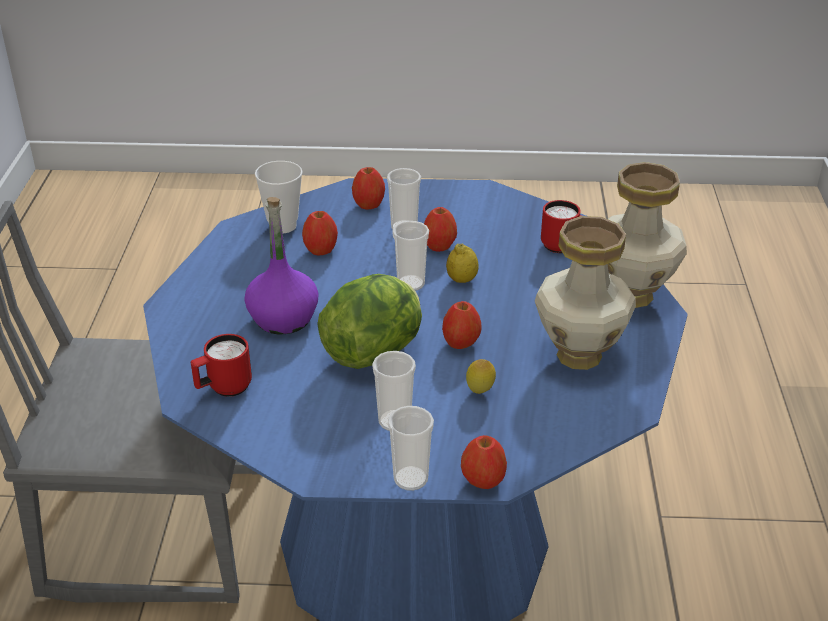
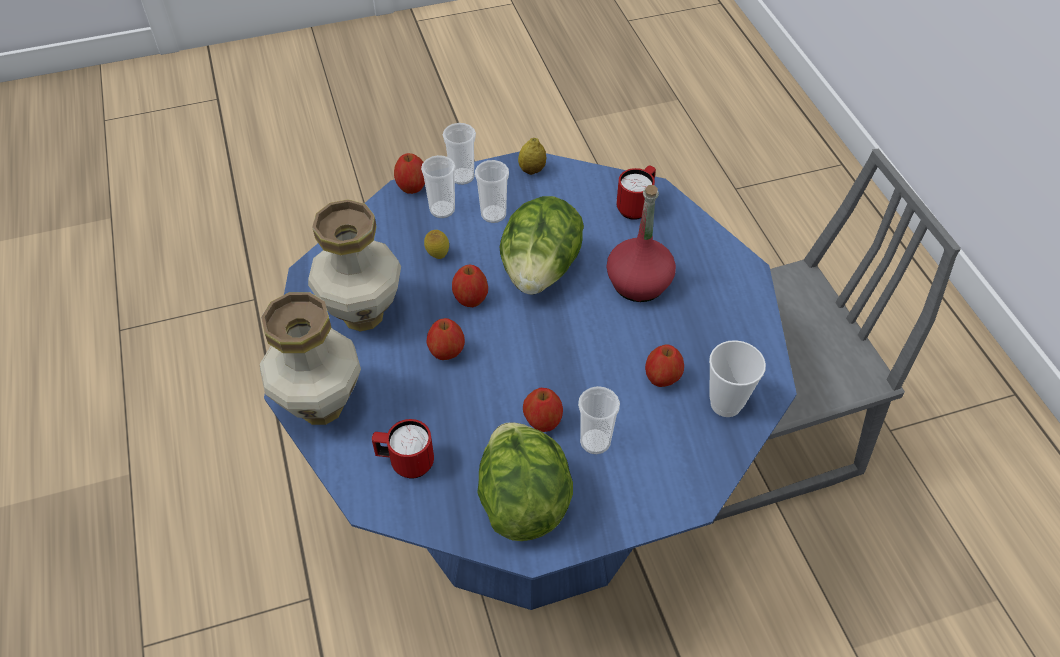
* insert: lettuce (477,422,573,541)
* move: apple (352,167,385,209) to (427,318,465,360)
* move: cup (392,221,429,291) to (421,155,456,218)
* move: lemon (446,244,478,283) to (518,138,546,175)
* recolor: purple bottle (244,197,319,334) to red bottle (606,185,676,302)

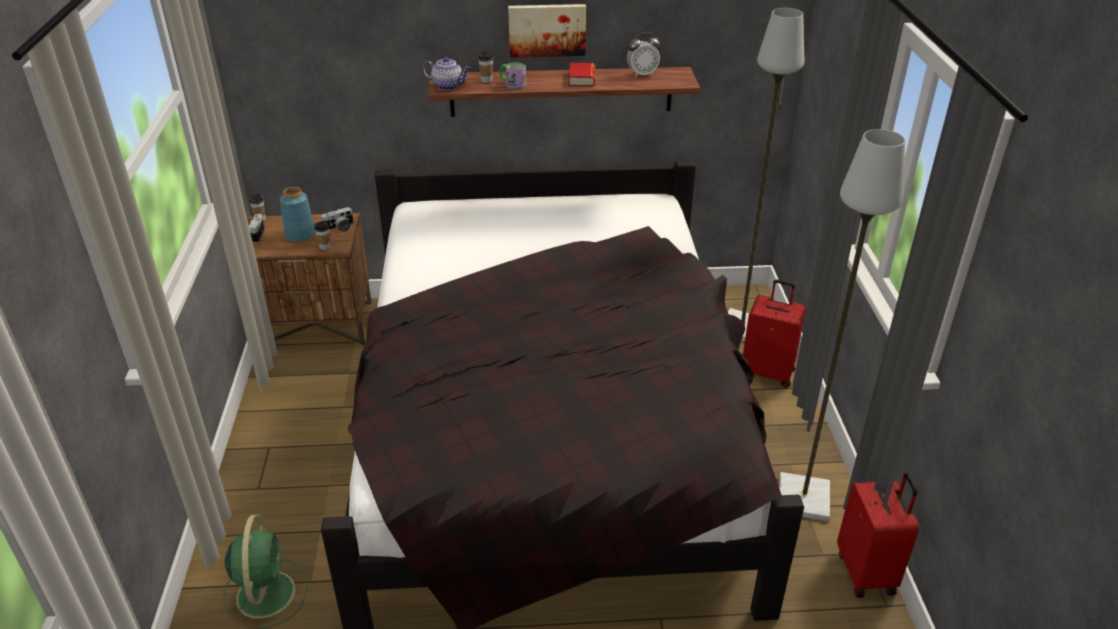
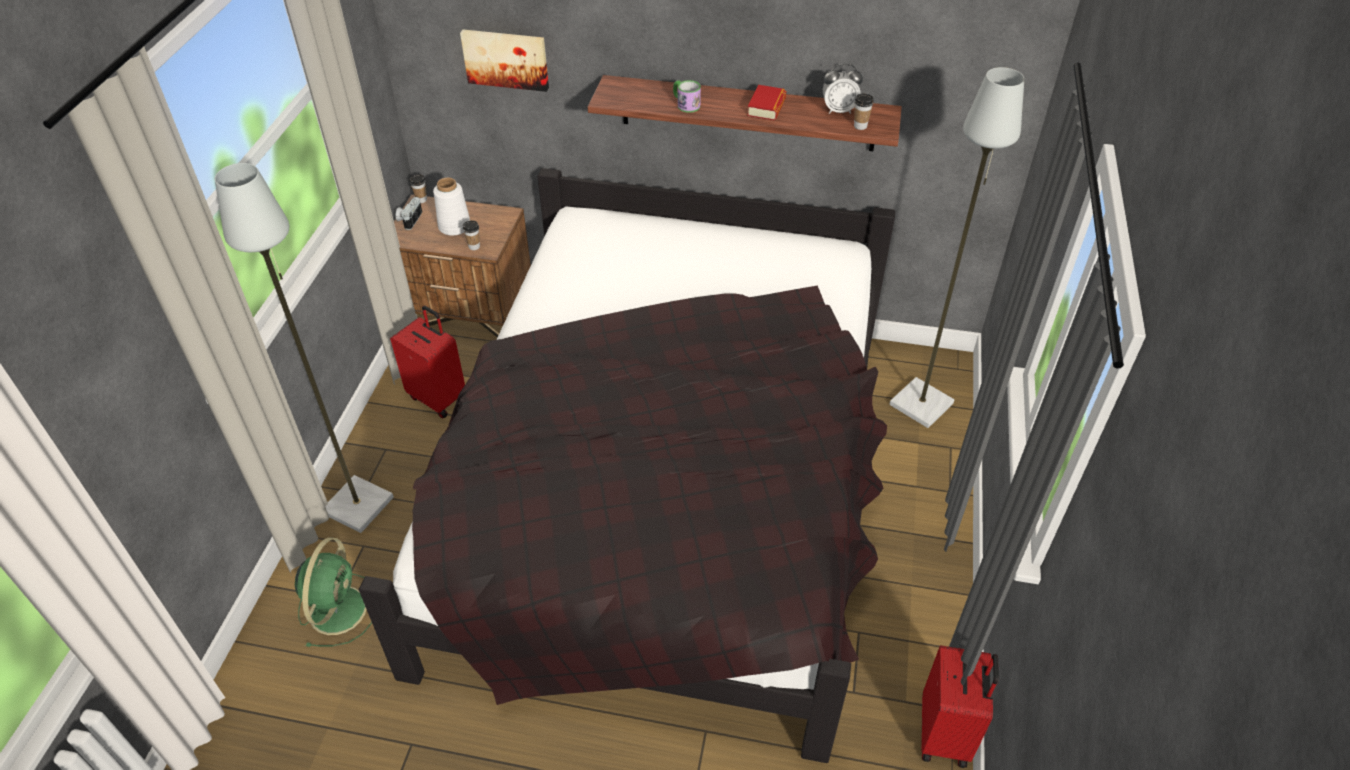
* delete: photo camera (321,207,354,232)
* delete: teapot (422,57,471,90)
* move: cup (478,52,494,83) to (854,94,874,130)
* move: picture (508,4,586,58) to (460,29,549,92)
* move: red suitcase (743,279,806,388) to (390,306,465,419)
* move: grey floor lamp (779,129,905,521) to (215,163,394,533)
* recolor: blue vase (280,187,315,242) to white vase (433,178,470,236)

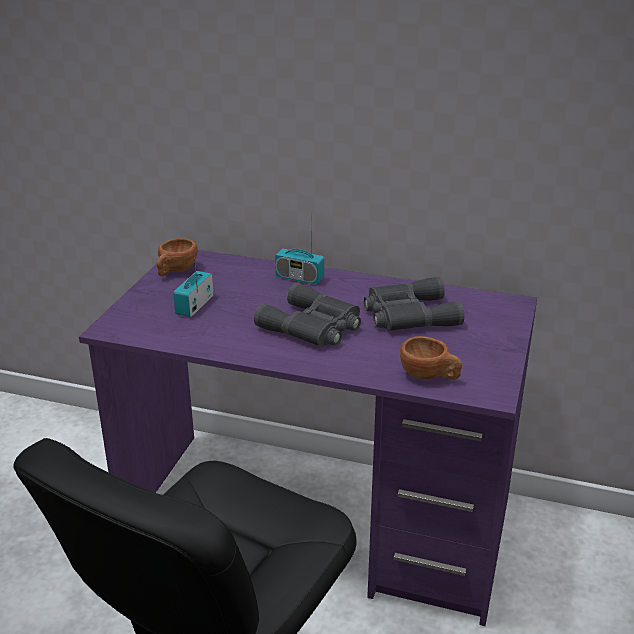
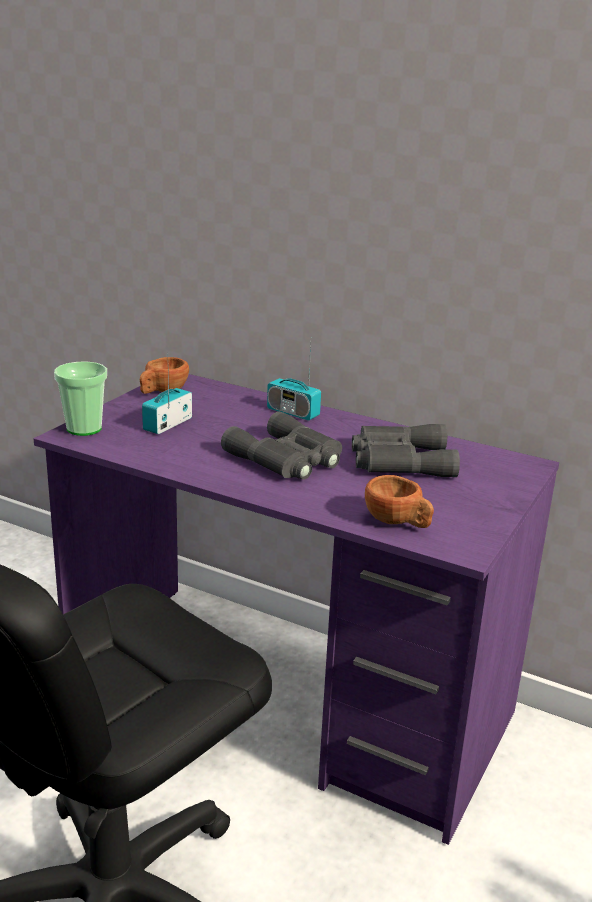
* insert: cup (54,362,107,436)

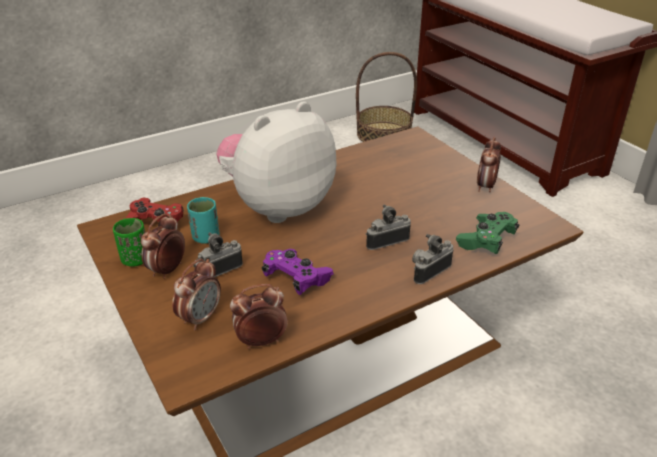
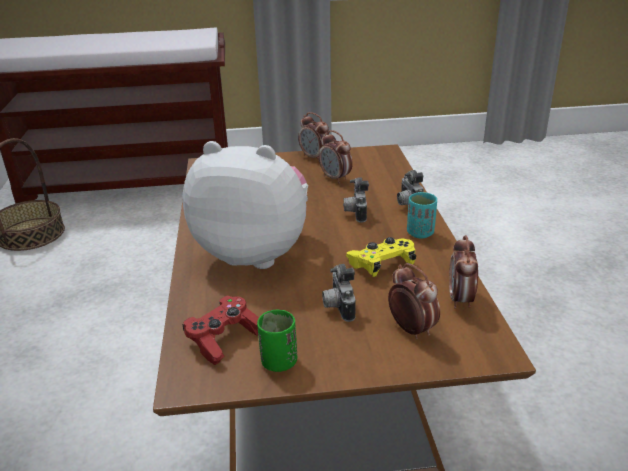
* delete: green game controller (456,212,519,254)
* move: alarm clock (140,214,185,279) to (319,130,353,184)
* move: turquoise cup (187,197,219,244) to (407,192,437,239)
* recolor: purple game controller (262,249,334,295) to yellow game controller (346,237,416,277)
* rotate: plush toy (216,101,336,223) = (183,141,308,269) 120 degrees clockwise

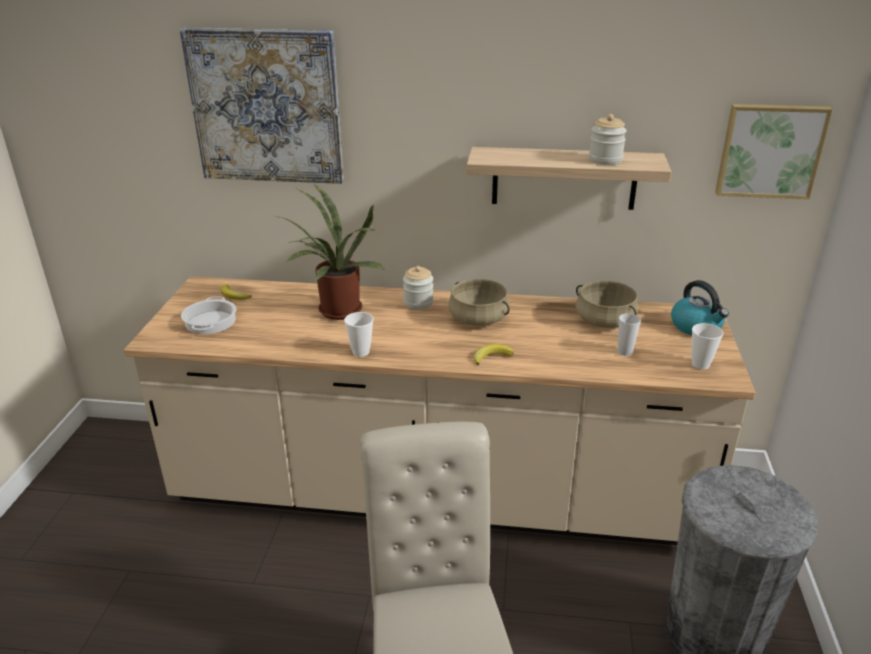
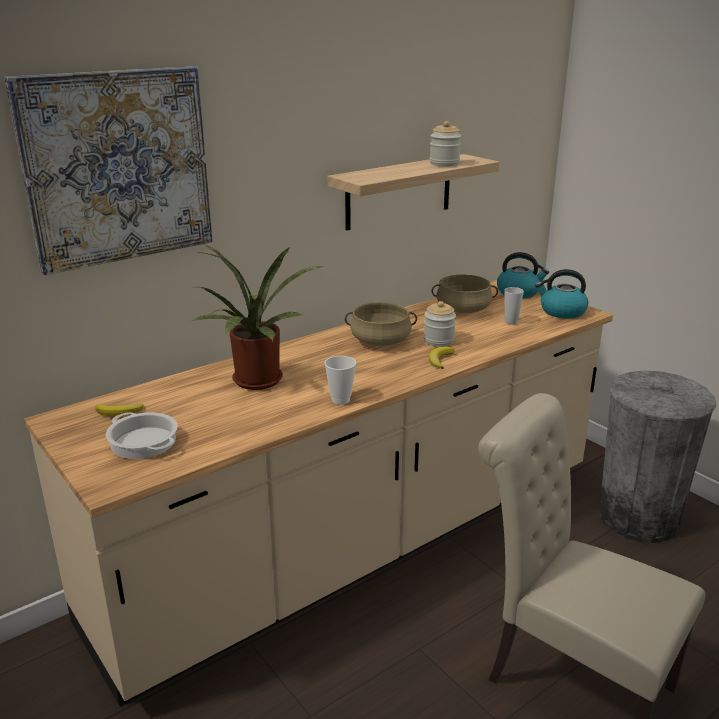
* delete: picture (715,104,833,199)
* move: jar (403,266,434,309) to (424,301,456,347)
* replace: cup (691,323,723,369) to kettle (535,269,589,319)

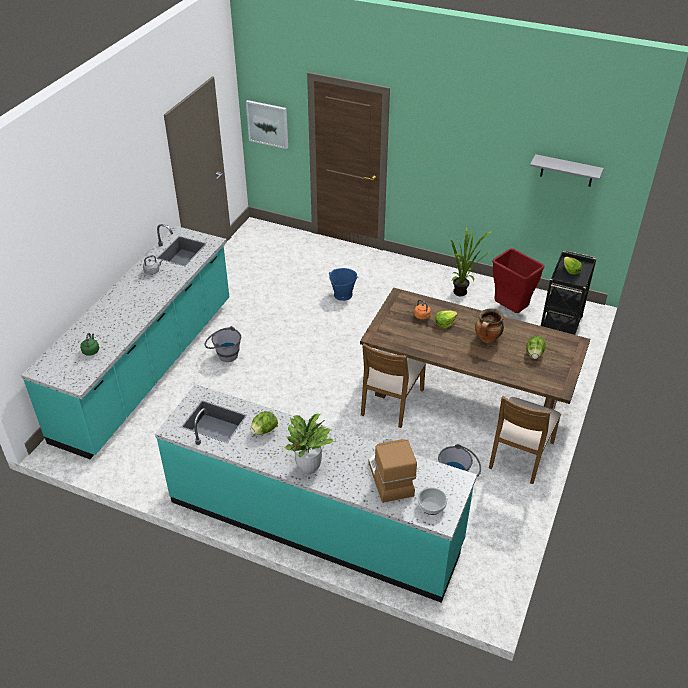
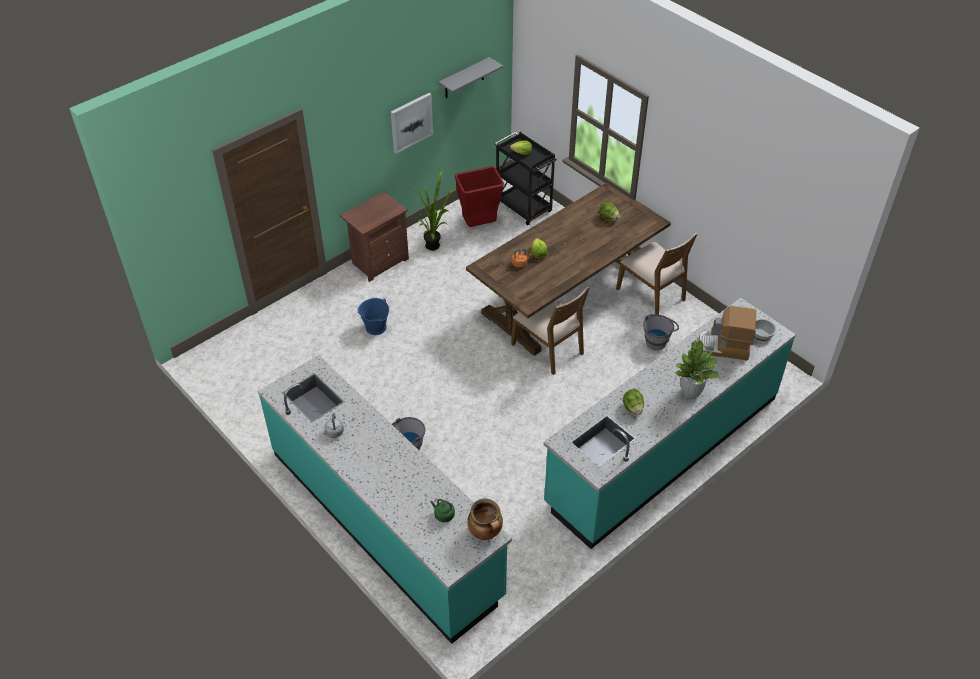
* insert: brown nightstand (340,192,409,282)
* move: picture (246,100,288,149) to (391,93,433,154)
* move: cooking pot (475,308,504,343) to (467,499,503,540)

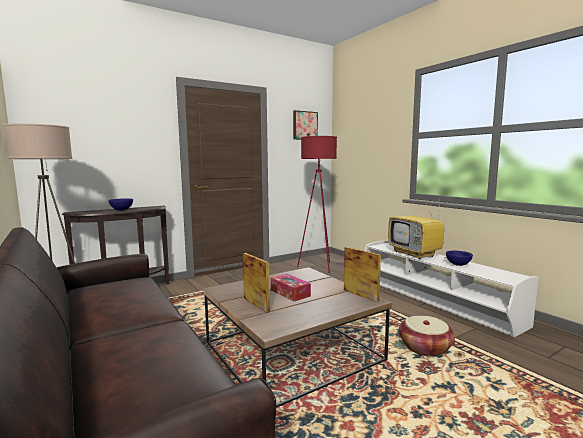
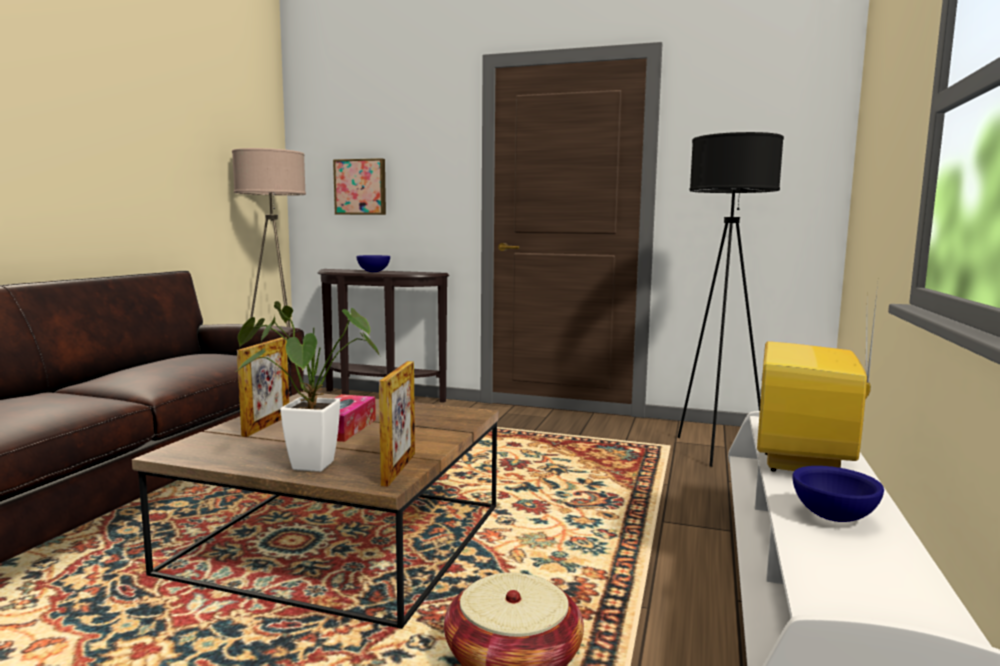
* insert: potted plant (237,301,381,472)
* move: picture (293,110,318,140) to (333,158,386,215)
* recolor: red floor lamp (297,136,337,273) to black floor lamp (677,132,784,467)

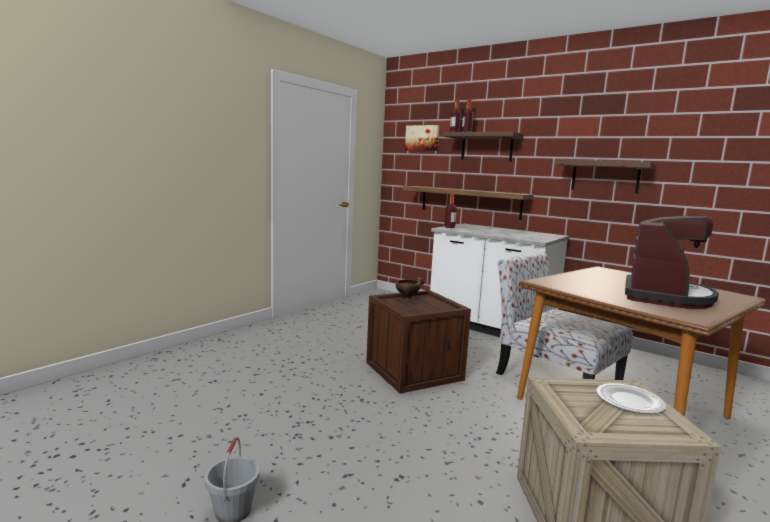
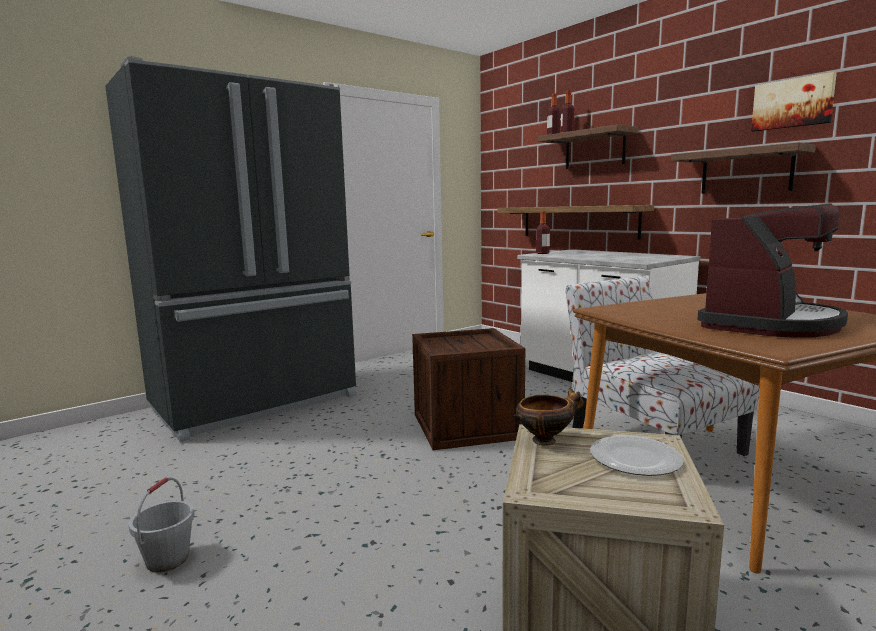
* insert: black fridge (105,56,356,442)
* move: bowl (396,276,424,300) to (514,388,584,446)
* move: picture (405,125,439,151) to (751,72,837,132)

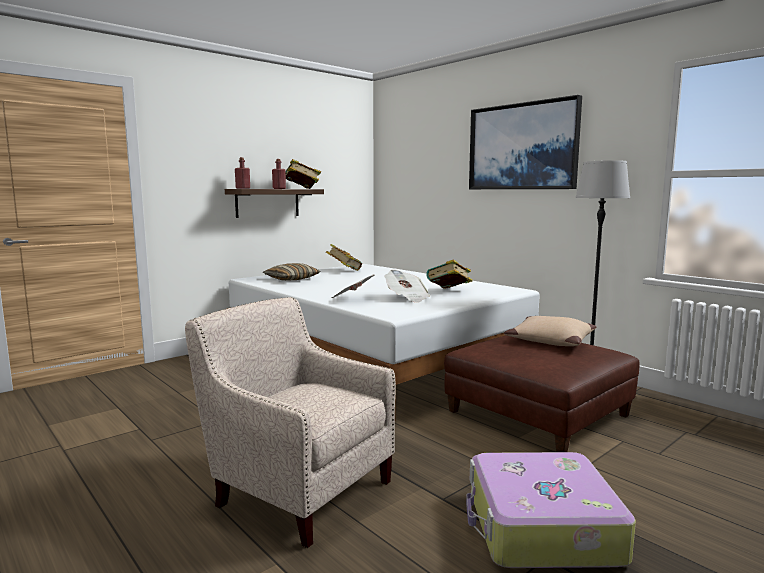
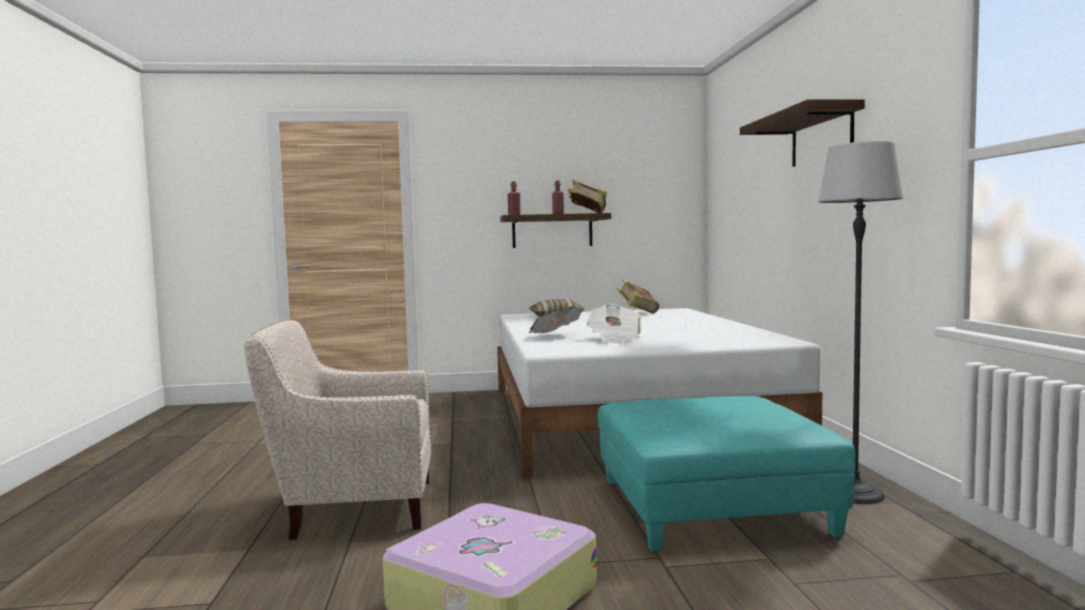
* delete: book (426,259,473,288)
* delete: beige pillow (504,316,597,346)
* replace: picture (469,95,582,189) to shelf (740,99,865,167)
* recolor: brown ottoman (444,335,639,452) to turquoise ottoman (598,396,855,551)
* rotate: beige armchair (185,297,396,548) = (244,320,431,540) 75 degrees counterclockwise

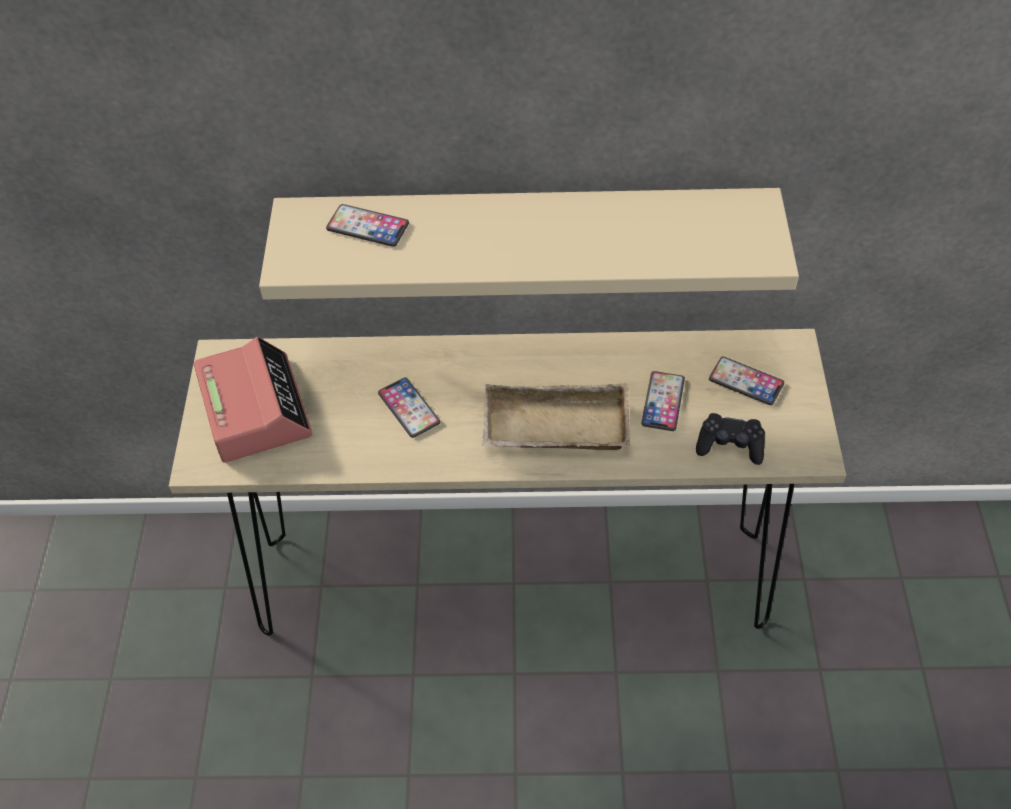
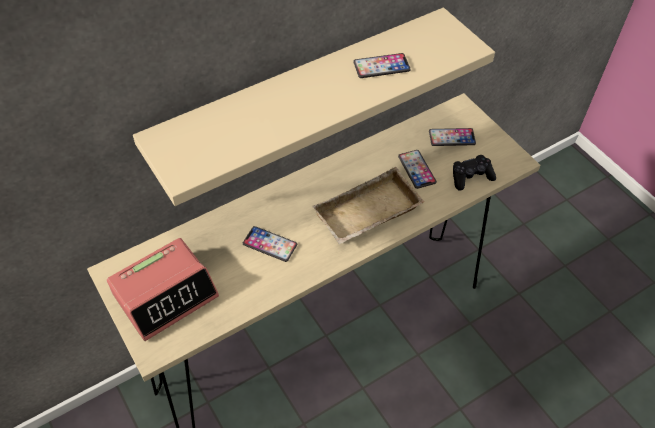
* move: phone (326,204,409,247) to (353,53,411,78)
* rotate: alarm clock (194,337,313,463) = (107,238,219,341) 105 degrees clockwise

